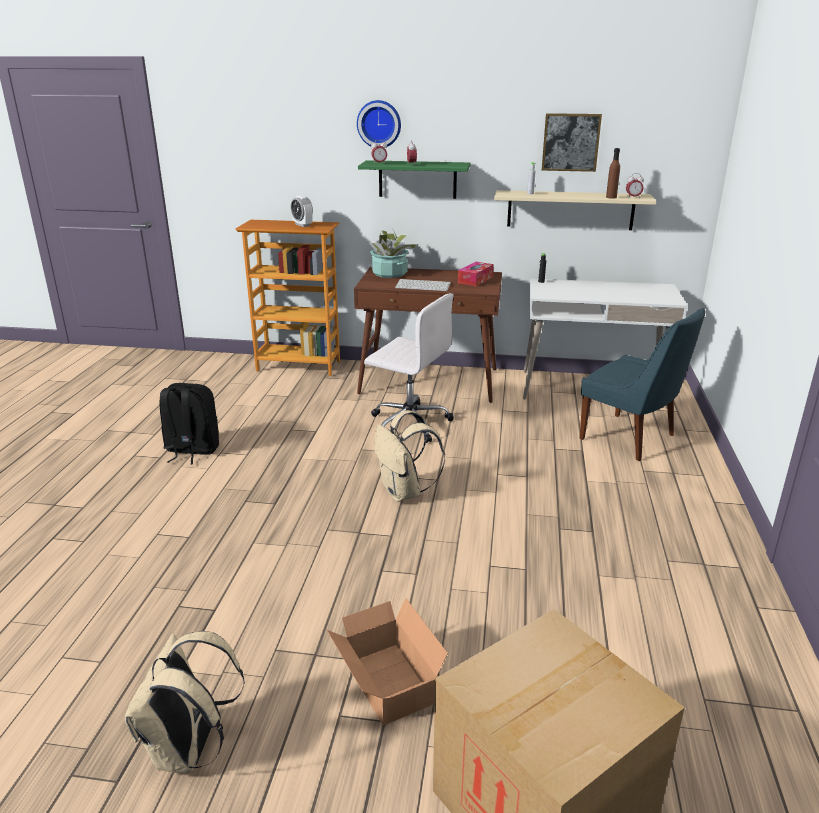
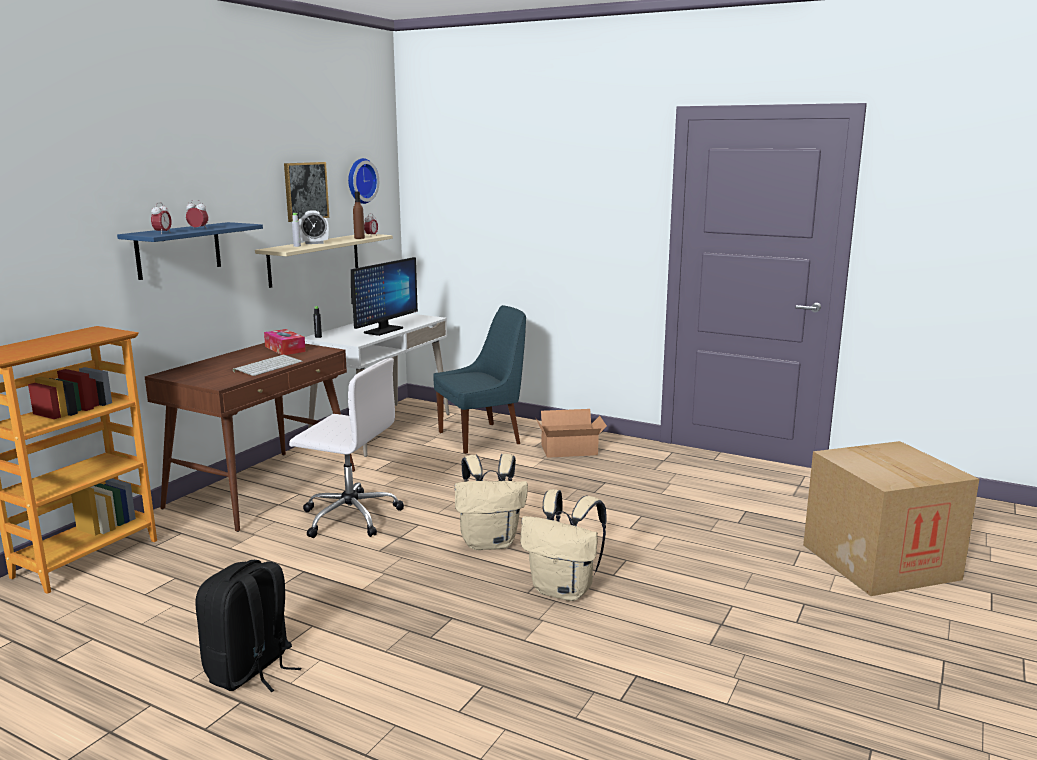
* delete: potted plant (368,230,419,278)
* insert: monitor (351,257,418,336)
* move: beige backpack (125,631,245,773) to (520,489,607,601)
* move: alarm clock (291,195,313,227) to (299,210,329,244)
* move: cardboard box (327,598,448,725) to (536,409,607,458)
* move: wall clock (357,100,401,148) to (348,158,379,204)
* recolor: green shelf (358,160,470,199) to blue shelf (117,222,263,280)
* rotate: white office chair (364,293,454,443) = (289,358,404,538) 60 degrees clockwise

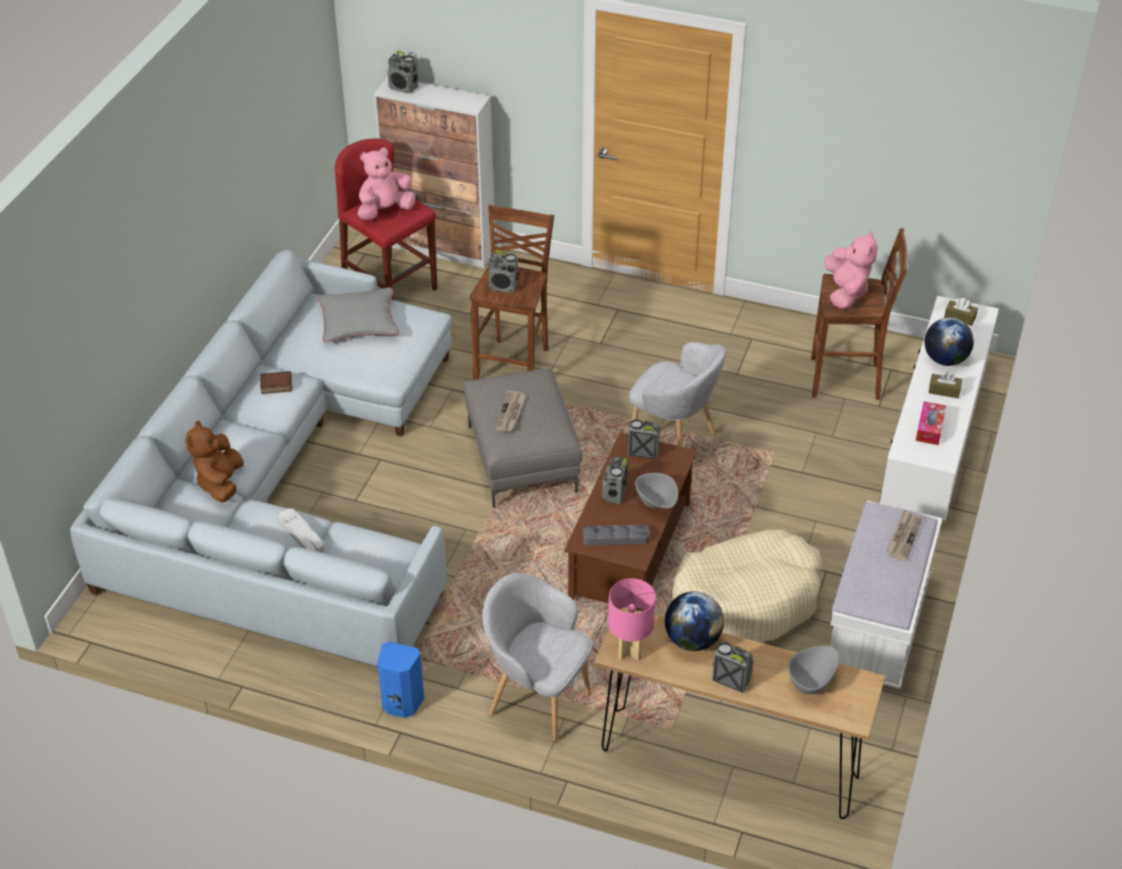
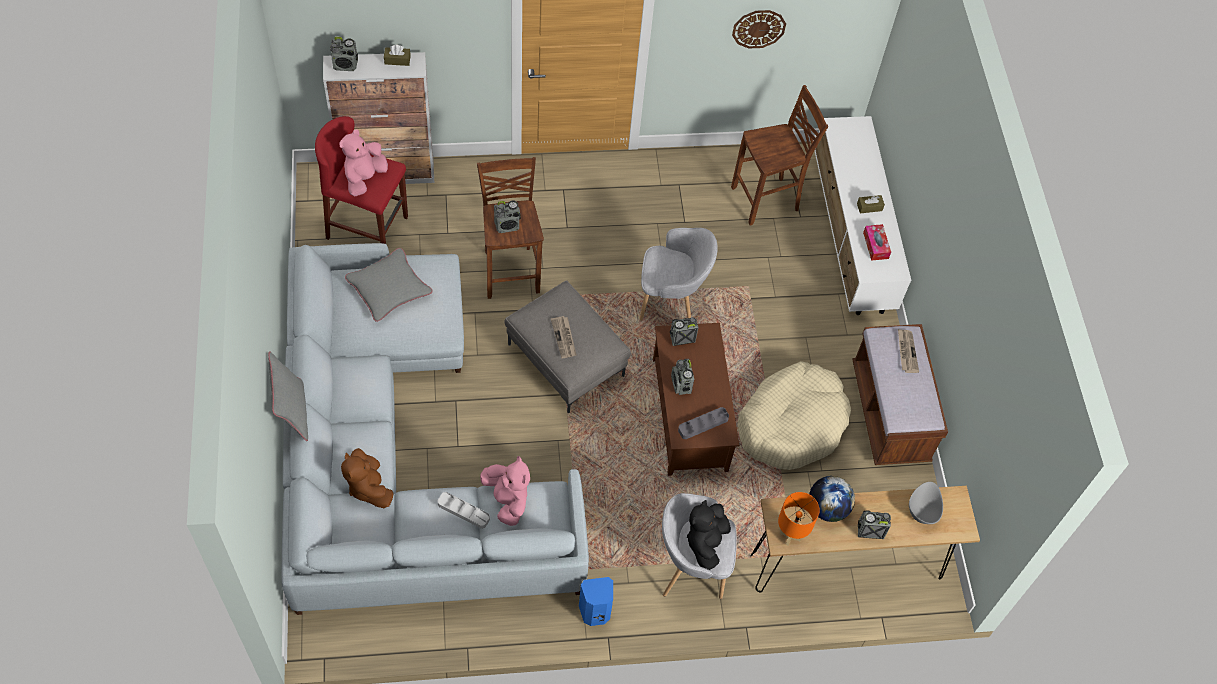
* delete: book (260,371,292,394)
* delete: grey bowl (635,473,678,508)
* delete: globe (924,318,974,366)
* insert: grey pillow (268,351,308,441)
* insert: black plush toy (687,500,731,570)
* insert: wall clock (732,10,786,48)
* move: pink plush toy (825,231,877,309) to (480,456,530,526)
* move: brown tissue box (944,298,978,326) to (384,45,411,66)
* recolor: pink table lamp (608,578,656,661) to orange table lamp (778,492,820,546)
* recolor: white bench (830,501,942,689) to brown bench (852,324,948,465)

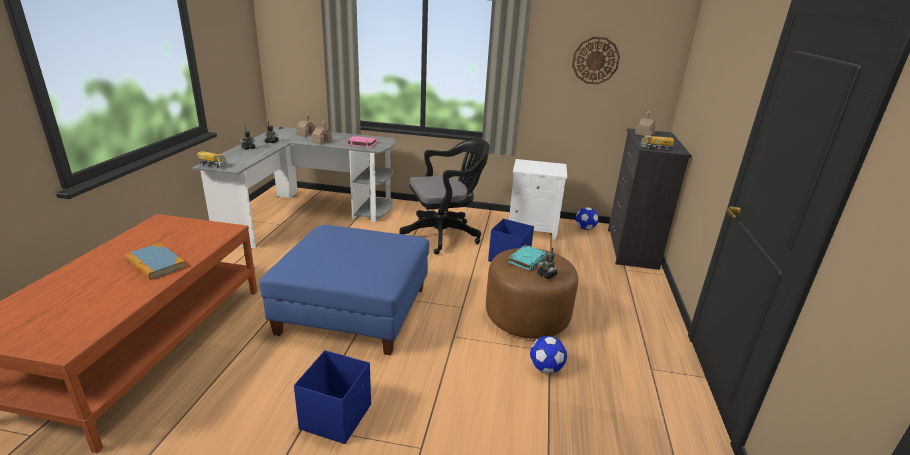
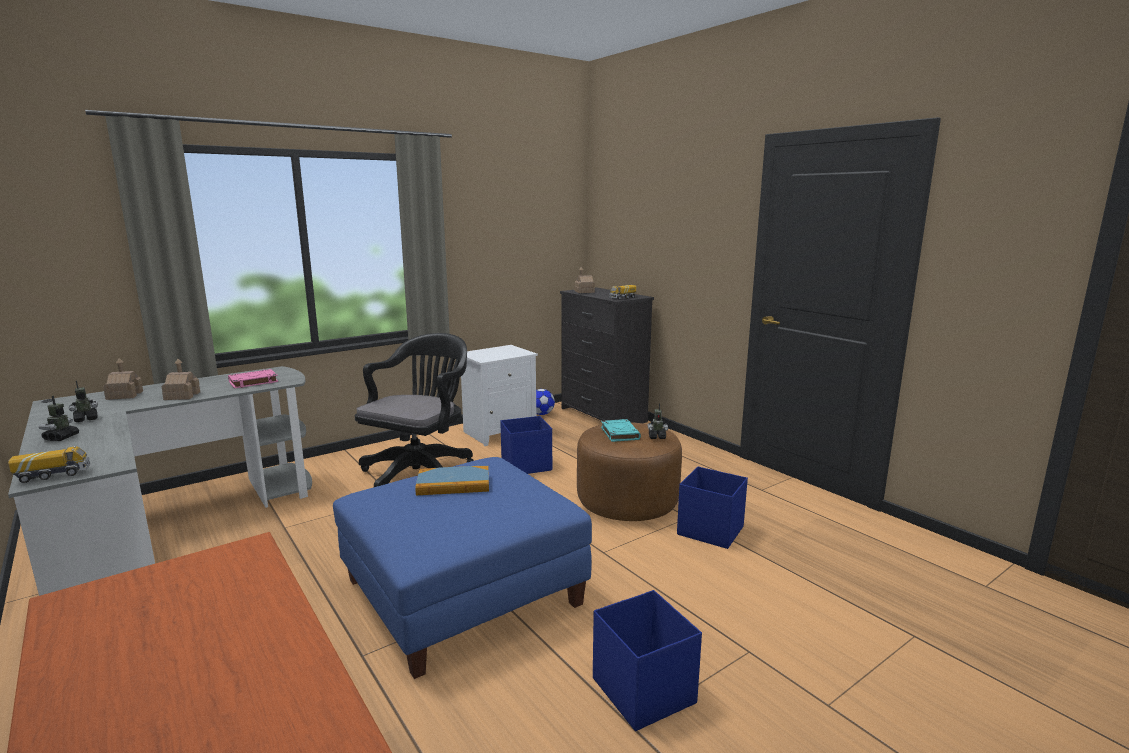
* delete: wall clock (572,37,620,84)
* move: book (125,243,186,280) to (415,466,489,495)
* replace: football (530,336,567,373) to blue storage box (677,467,748,549)

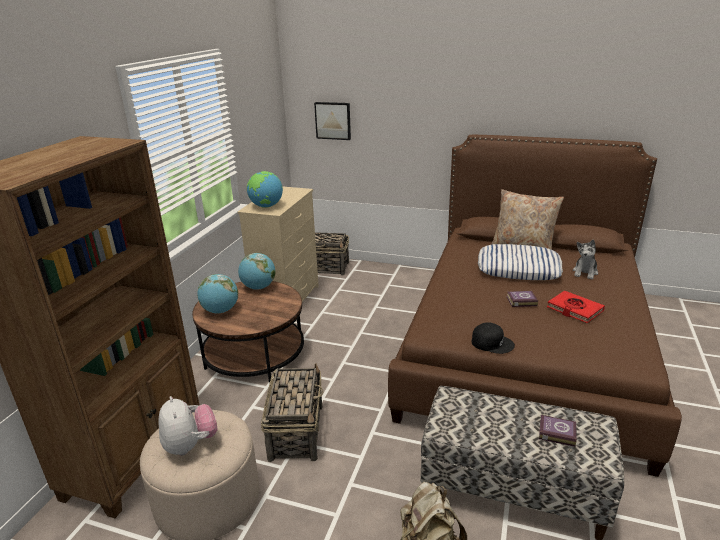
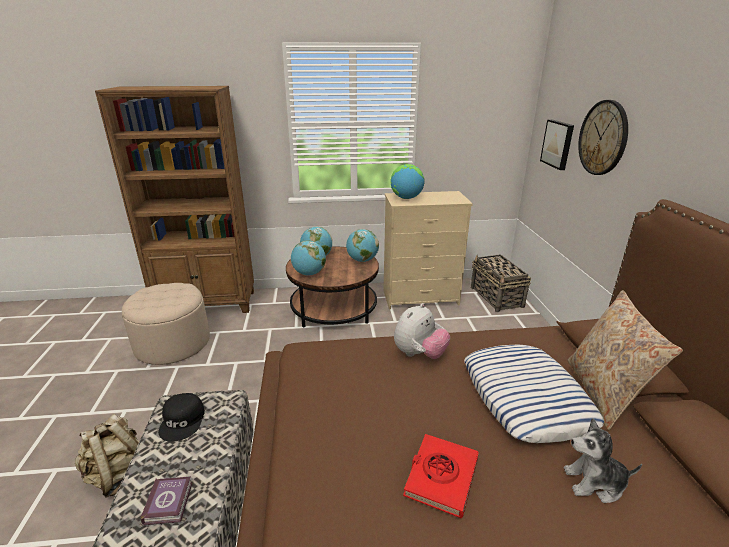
* delete: basket (261,363,324,462)
* delete: book (507,291,538,307)
* insert: globe (291,240,326,275)
* insert: wall clock (578,100,628,175)
* move: plush toy (158,396,217,456) to (394,303,450,359)
* move: black cap (472,322,515,354) to (158,393,205,442)

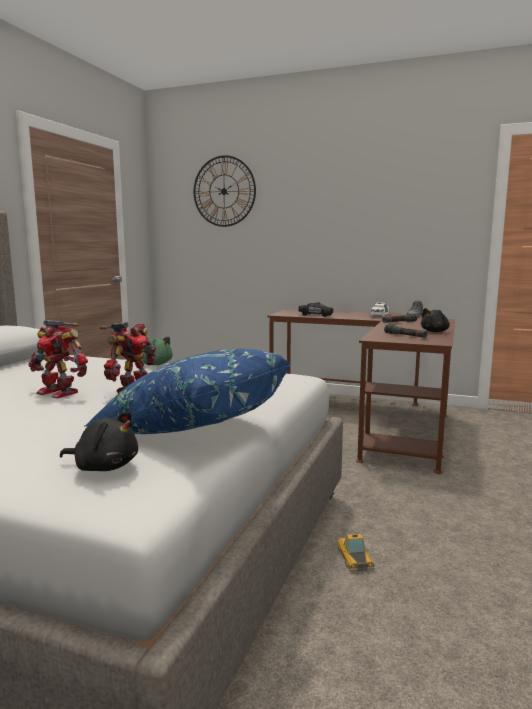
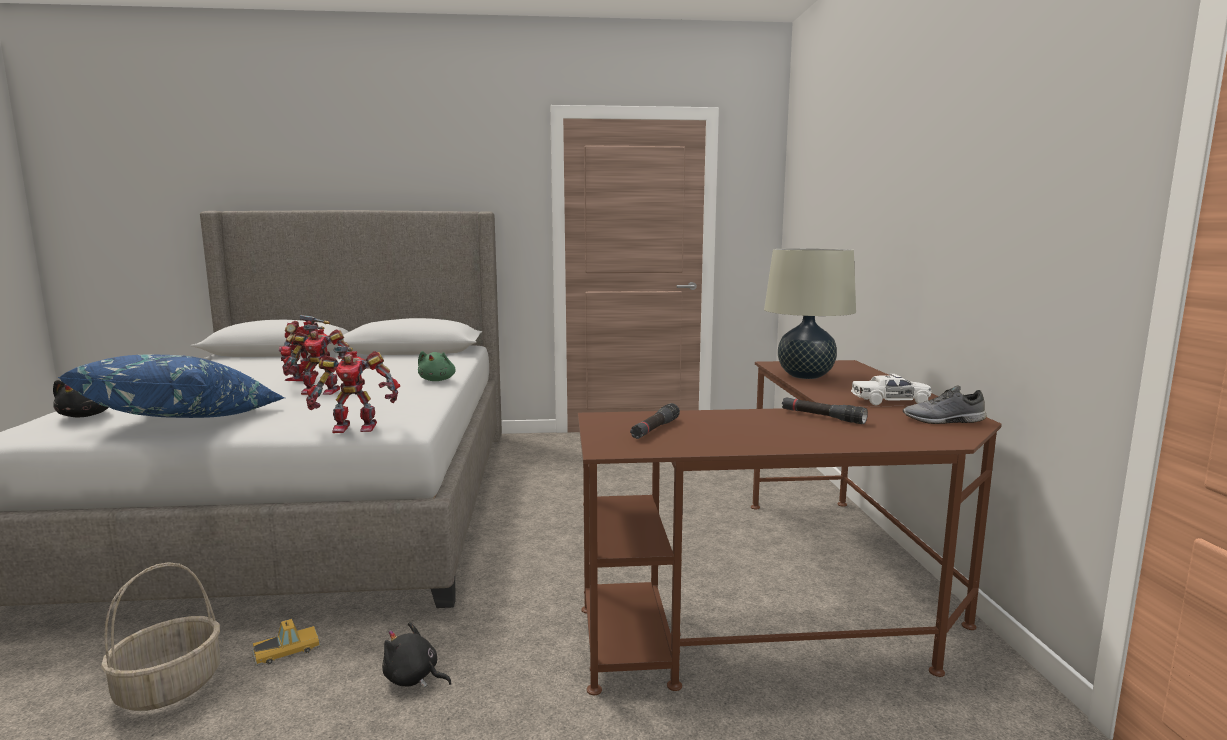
* delete: wall clock (194,155,256,227)
* insert: basket (101,562,220,711)
* insert: toy robot (306,346,400,433)
* move: black plush toy (421,308,450,332) to (382,622,452,688)
* replace: black toy car (298,302,333,317) to beige table lamp (764,248,856,379)

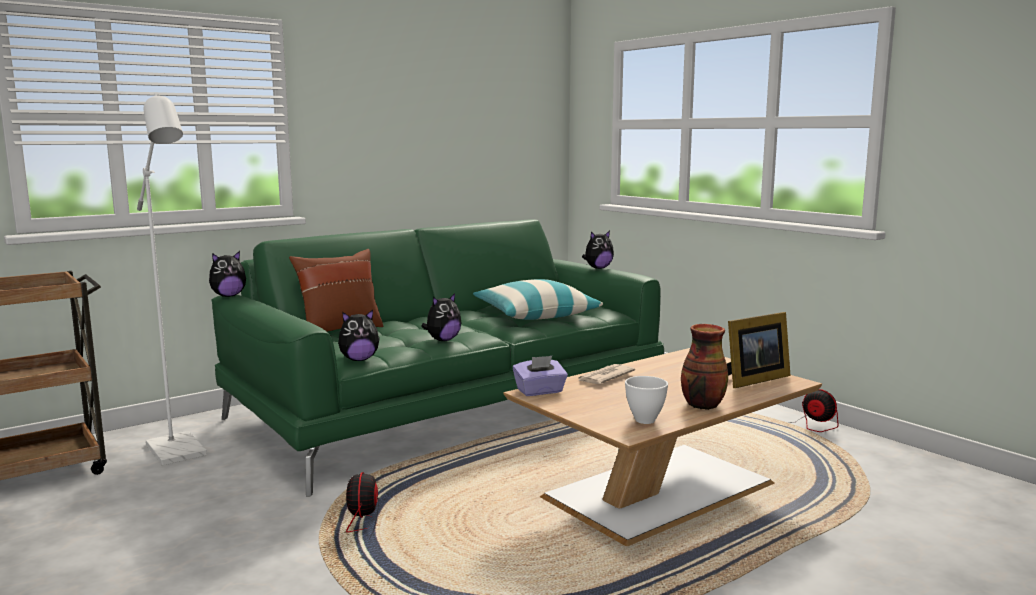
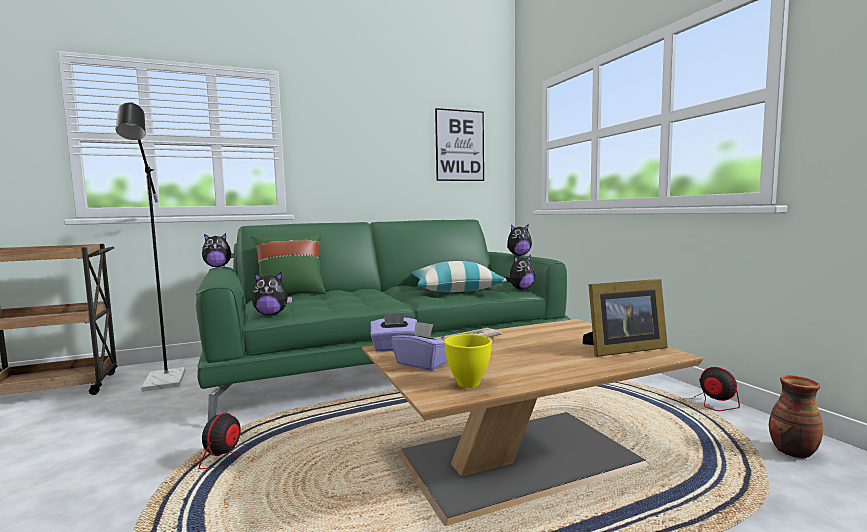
* insert: purple tissue box (391,322,447,371)
* insert: picture (435,108,484,181)
* move: plush toy (421,293,461,341) to (506,255,535,290)
* move: vase (681,324,728,410) to (769,375,823,458)
* recolor: white floor lamp (137,93,207,465) to black floor lamp (115,102,185,392)
* recolor: brown pillow (289,249,383,332) to green pillow (251,233,326,294)
* recolor: white bowl (625,376,668,424) to yellow bowl (444,334,492,388)

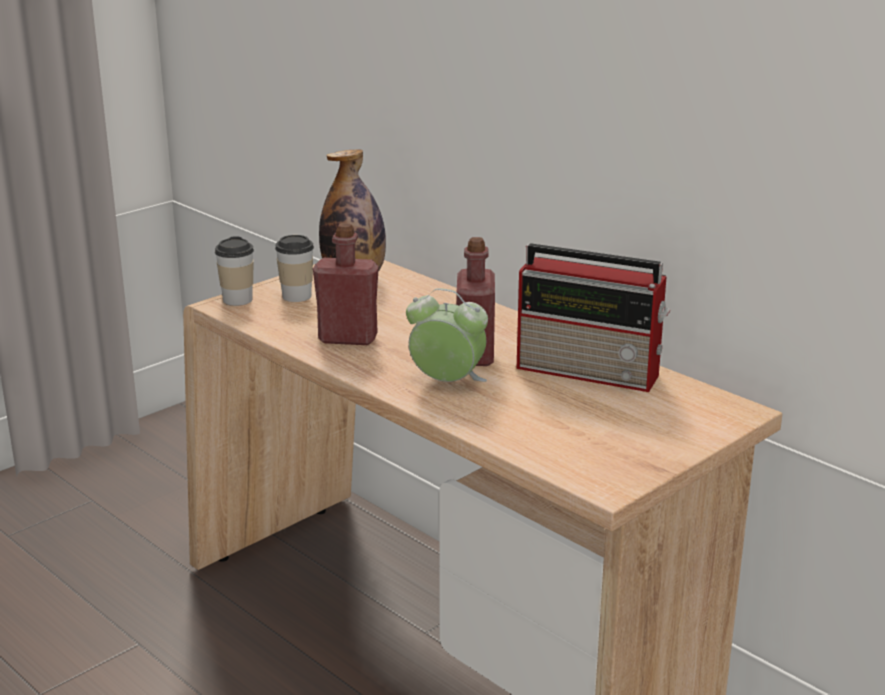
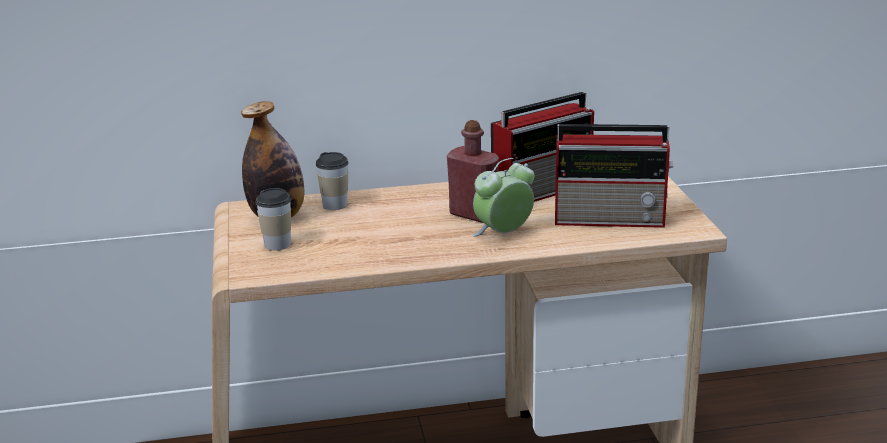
* delete: red bottle (313,223,379,345)
* insert: radio (555,124,674,228)
* move: cup (215,236,254,306) to (316,152,349,210)

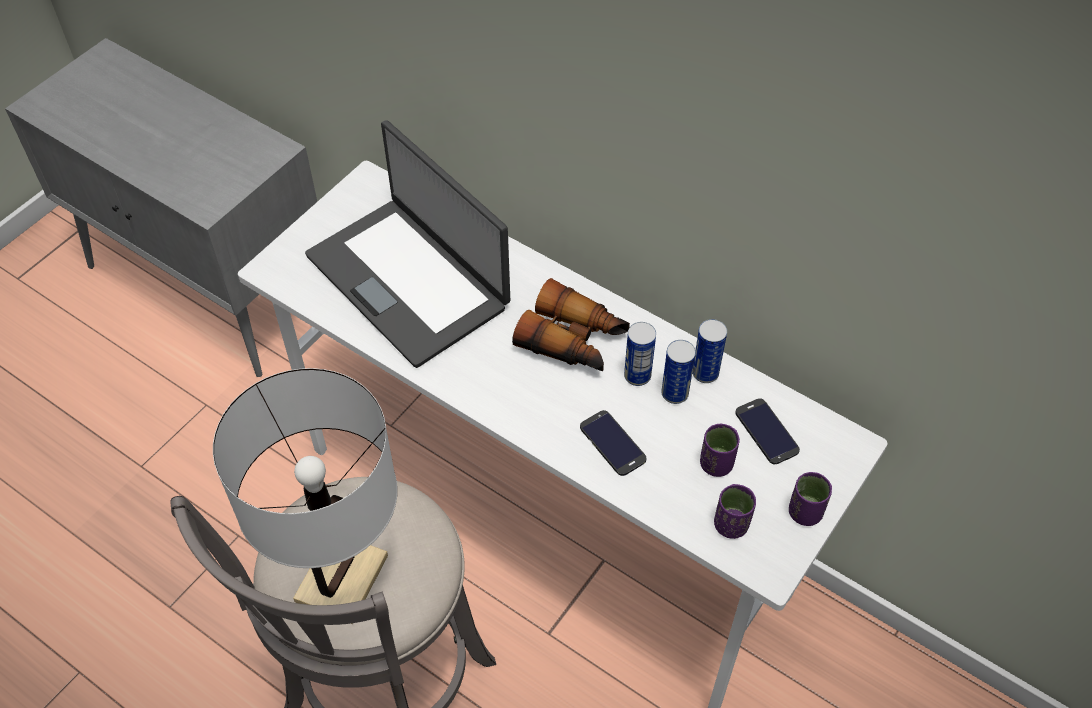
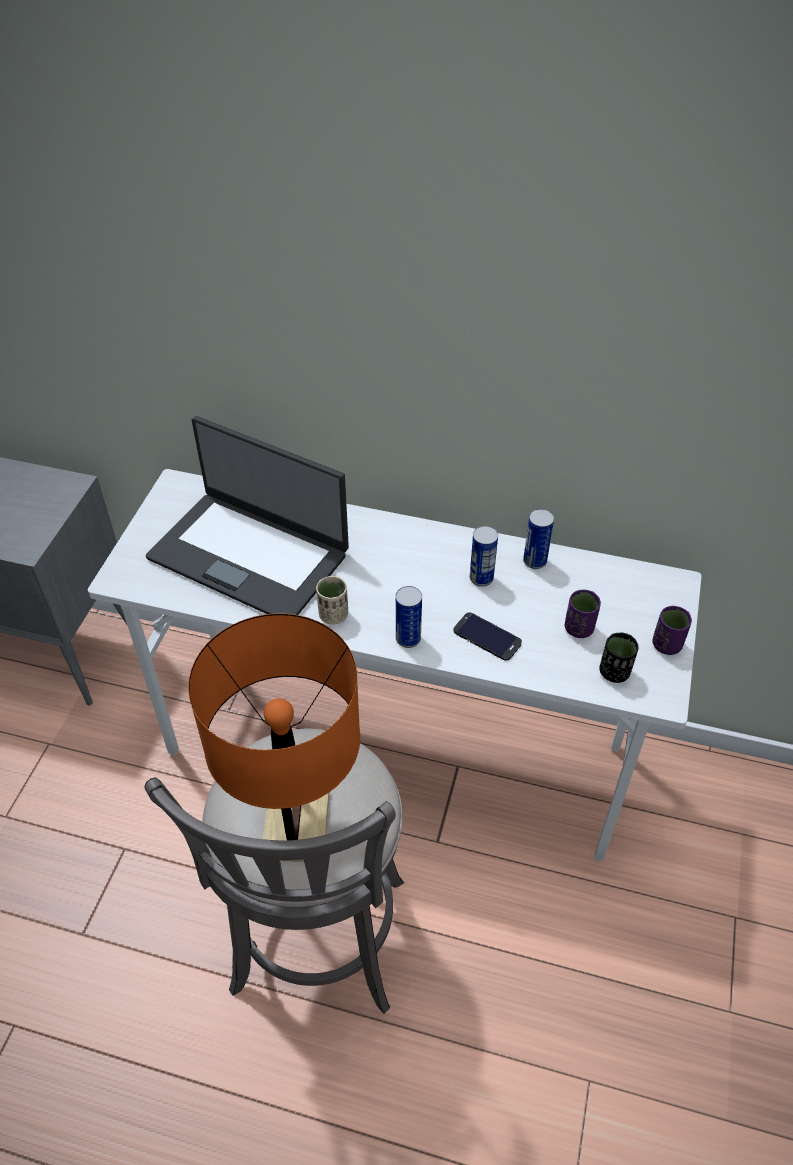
* delete: binoculars (512,278,630,371)
* delete: phone (735,398,800,464)
* insert: beige cup (316,576,348,625)
* move: can (661,340,696,404) to (396,586,422,648)
* recolor: white table lamp (213,368,397,624) to orange table lamp (188,613,360,862)
* recolor: purple cup (714,484,756,539) to black cup (599,632,639,683)

